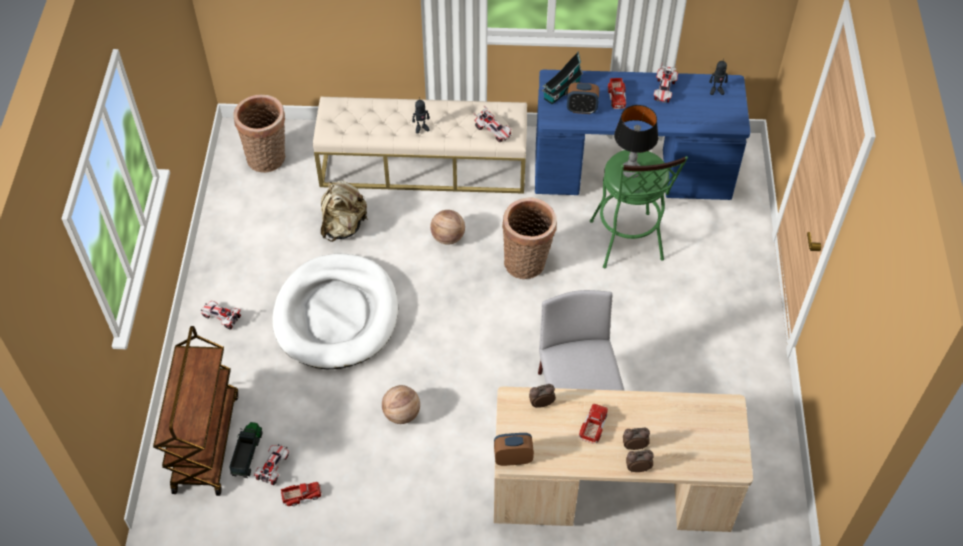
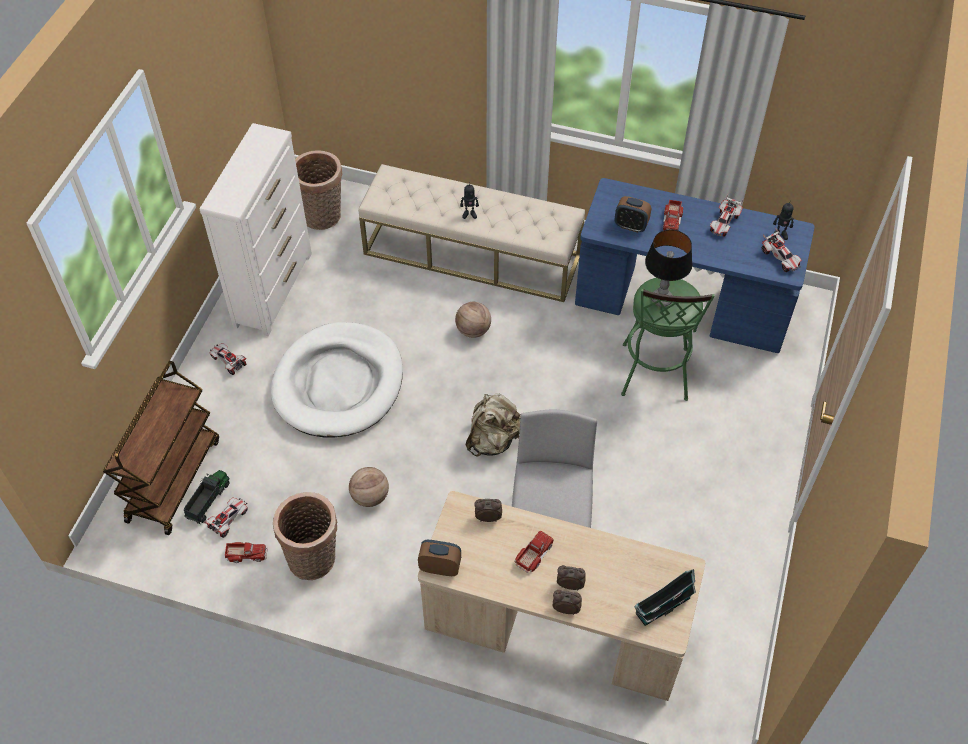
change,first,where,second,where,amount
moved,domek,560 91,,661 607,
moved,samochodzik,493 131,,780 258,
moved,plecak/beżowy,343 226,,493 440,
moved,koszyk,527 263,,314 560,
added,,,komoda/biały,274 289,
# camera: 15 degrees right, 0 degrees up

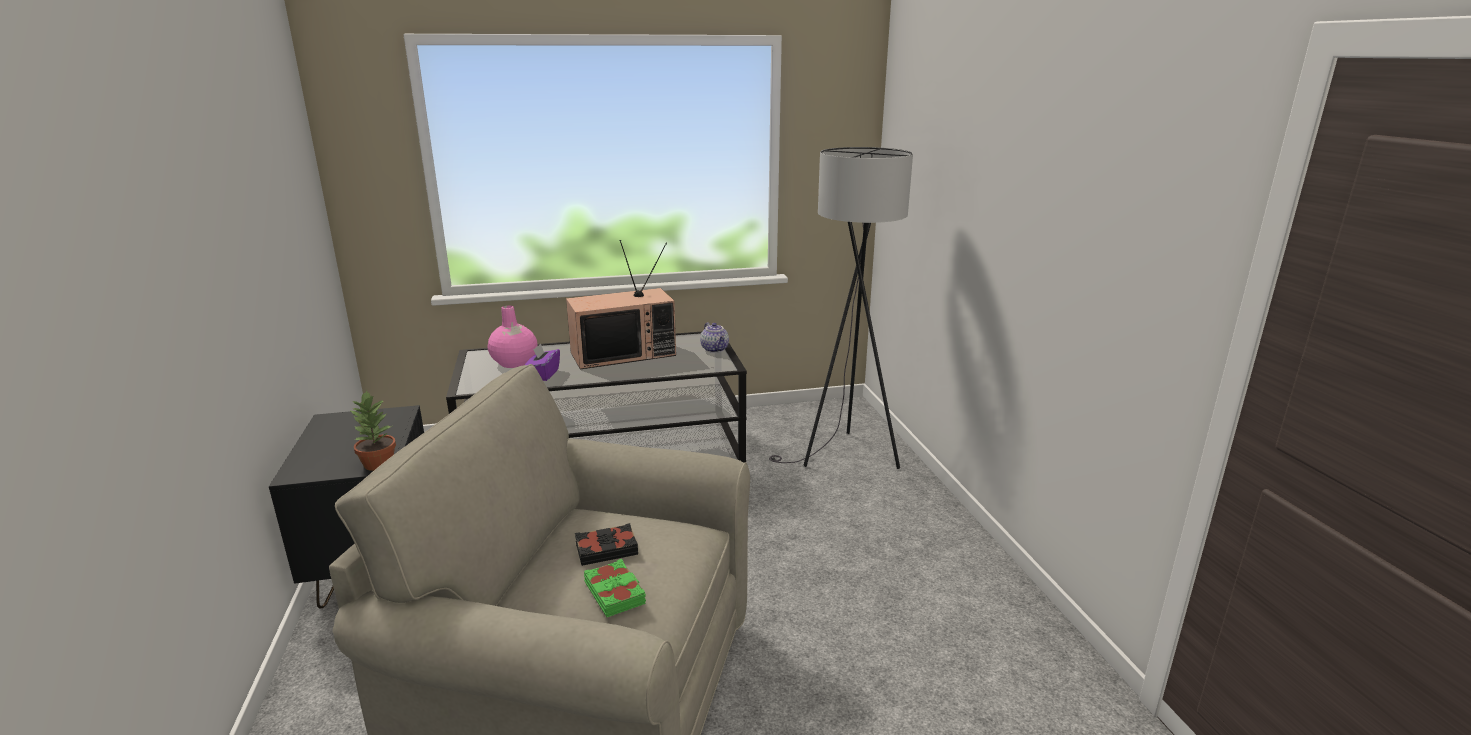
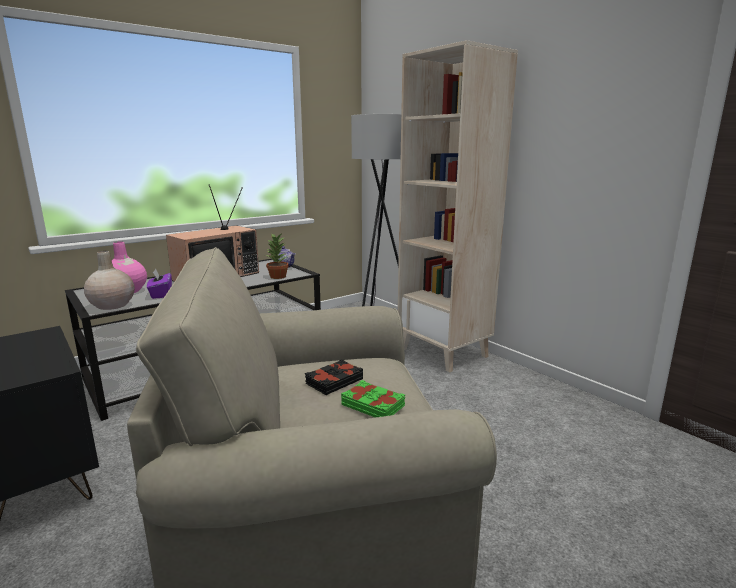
change,first,where,second,where,amount
moved,roślina doniczkowa,378 464,,278 277,
added,,,regał/beżowy,444 352,
added,,,wazon/beżowy,112 305,
# camera: 25 degrees left, 5 degrees down

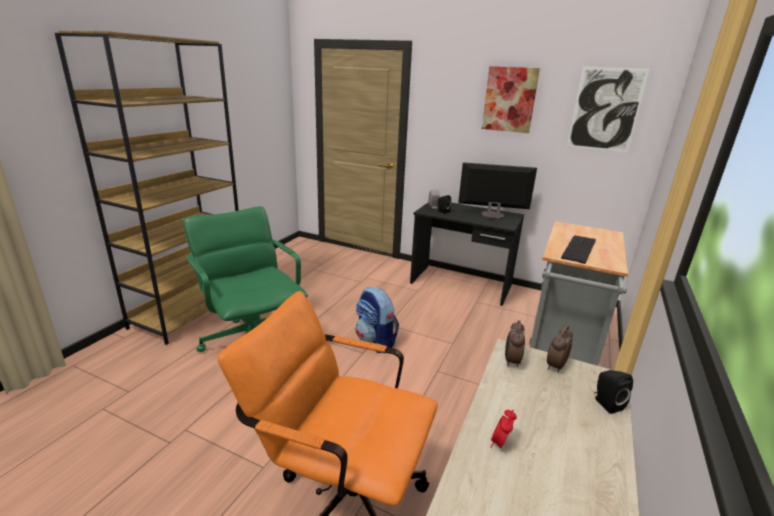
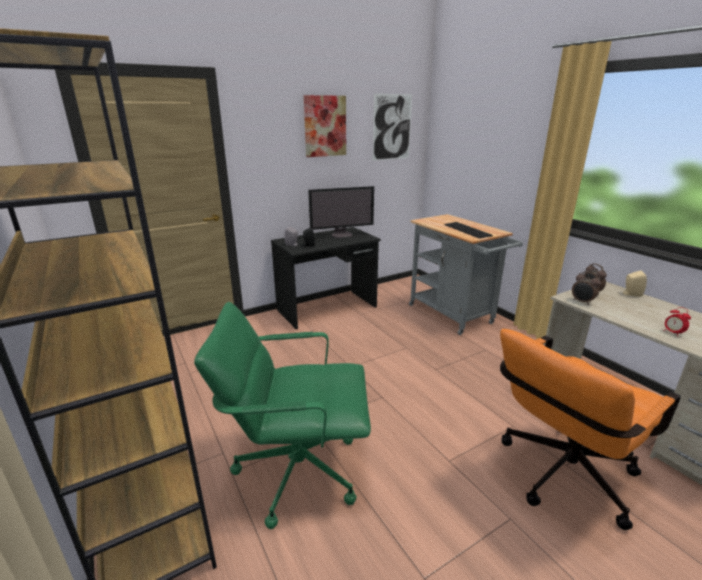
change,first,where,second,where,amount
turned,monitor,492 215,,342 235,150 degrees counterclockwise
removed,plecak,375 342,,,
recoloured,głośnik/czarny,606 403,głośnik/beżowy,630 294,
# camera: 55 degrees left, 0 degrees up

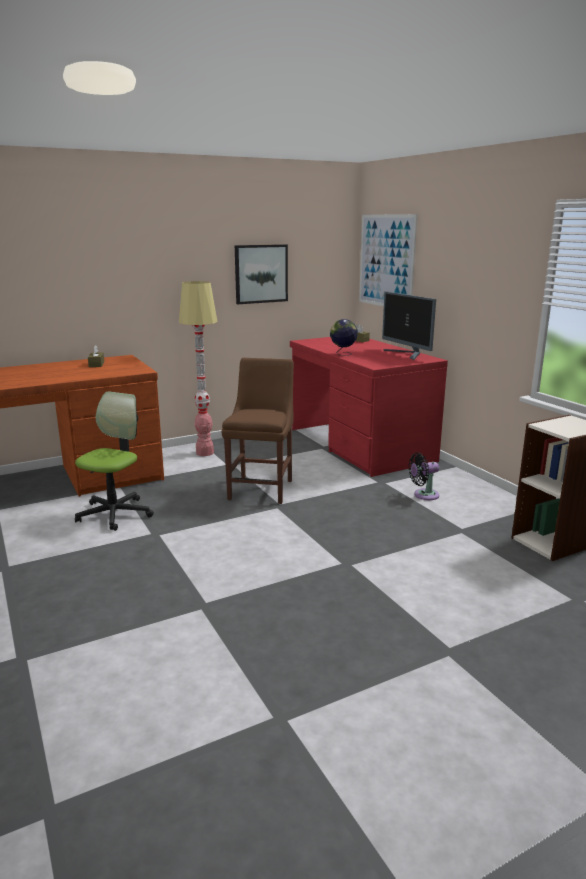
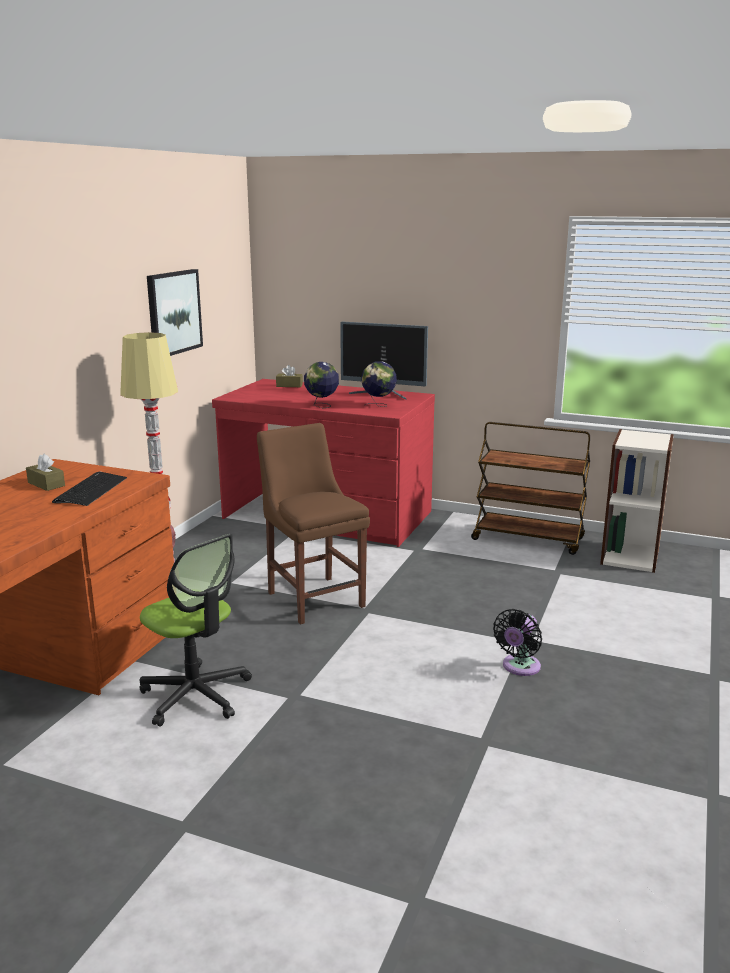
change,first,where,second,where,amount
removed,obraz,386 261,,,
turned,krzesło biurowe,115 514,,196 695,150 degrees clockwise
moved,wentylator/czarny,423 495,,519 667,
added,,,globus,378 405,
added,,,wózek/brązowy,528 539,
added,,,klawiatura,91 490,
# camera: 40 degrees left, 0 degrees up

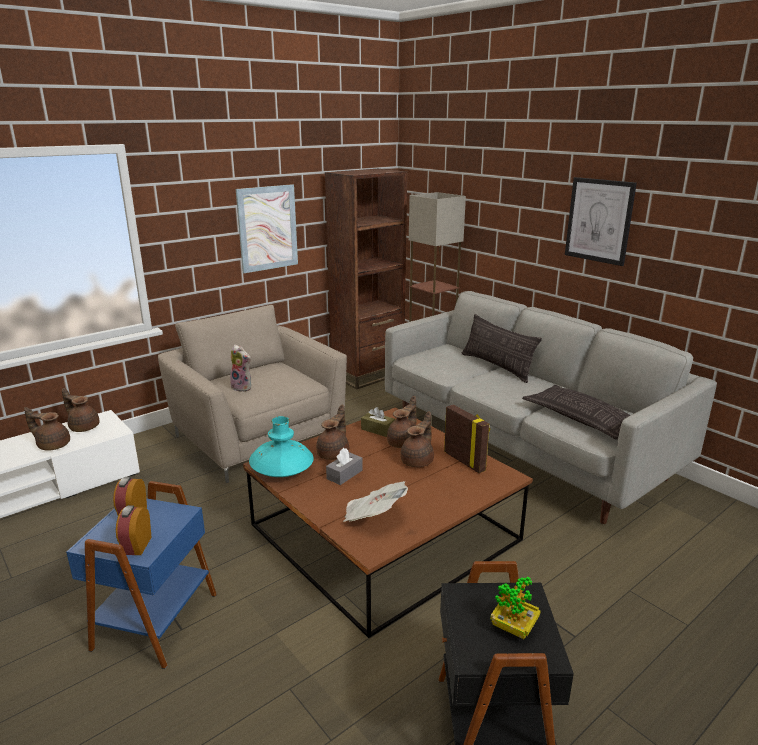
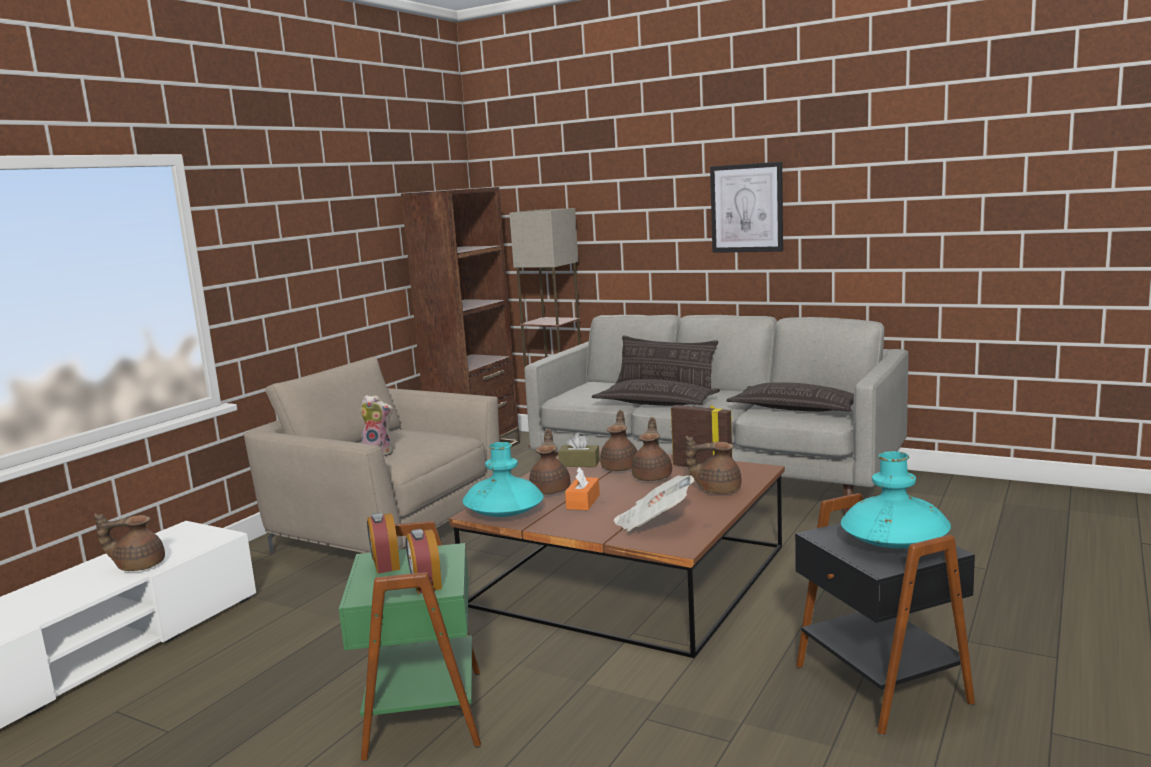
change,first,where,second,where,amount
removed,obraz,267 228,,,
moved,imbryk/brązowy,83 427,,717 489,
recoloured,pudełko chusteczek/szary,344 474,pudełko chusteczek/pomarańczowy,583 502,
recoloured,stolik/niebieski,153 621,stolik/zielony,421 714,
replaced,roślina doniczkowa,514 627,wazon/turkusowy,894 542,
added,,,poduszka,656 403,
# camera: 20 degrees left, 10 degrees down

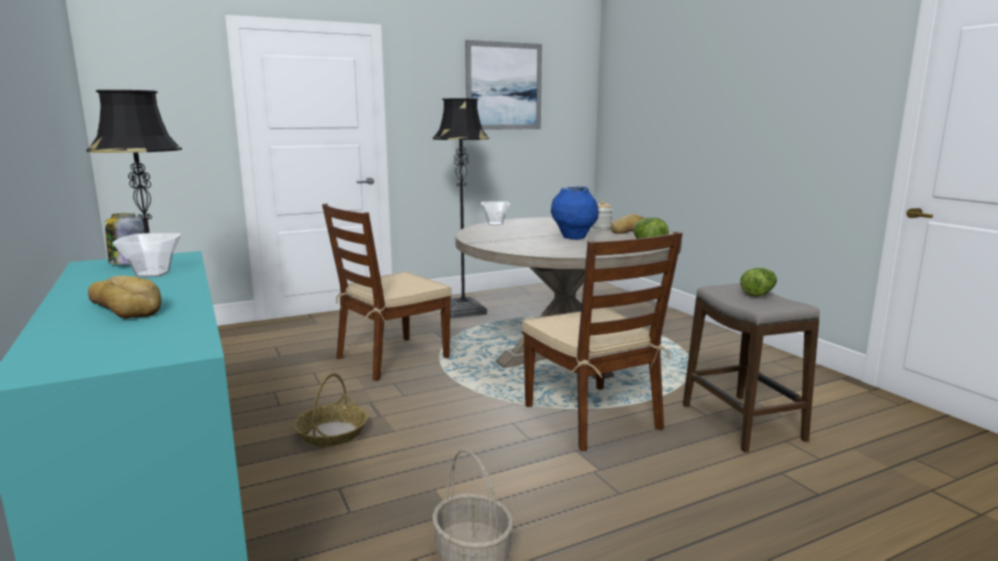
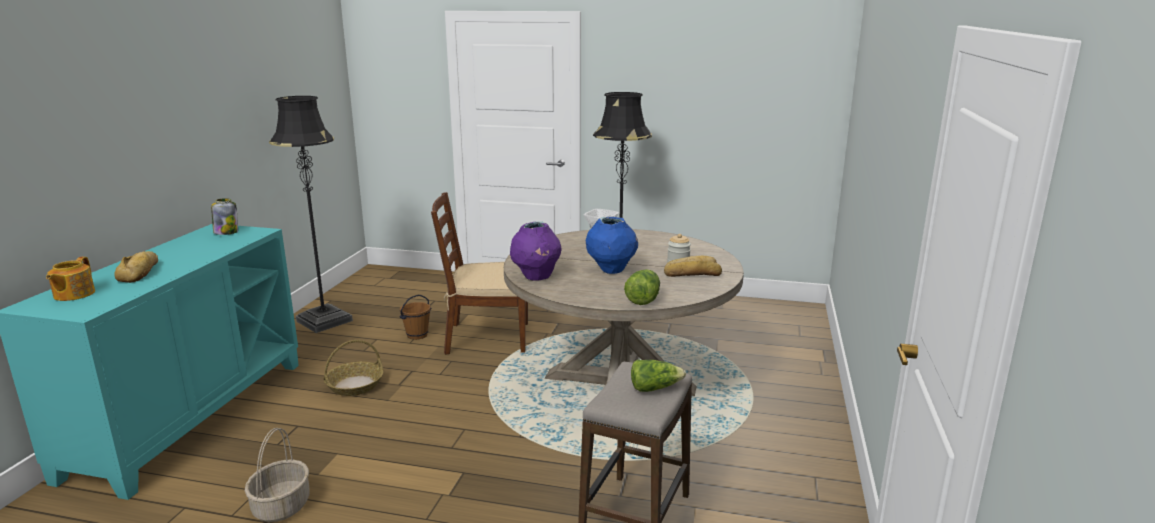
change,first,where,second,where,amount
removed,obraz,504 86,,,
removed,krzesło/brązowy,593 417,,,
removed,miska,153 274,,,
added,,,wazon/fioletowy,536 277,
added,,,imbryk,73 294,
added,,,wiadro/brązowy,417 335,
# camera: 40 degrees right, 5 degrees up

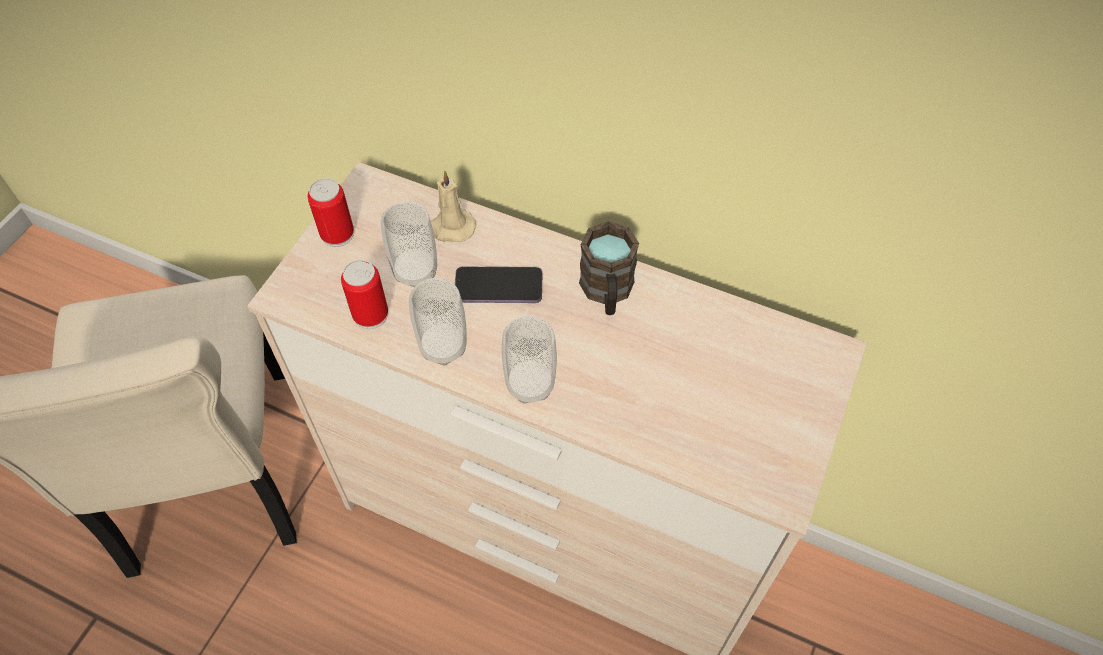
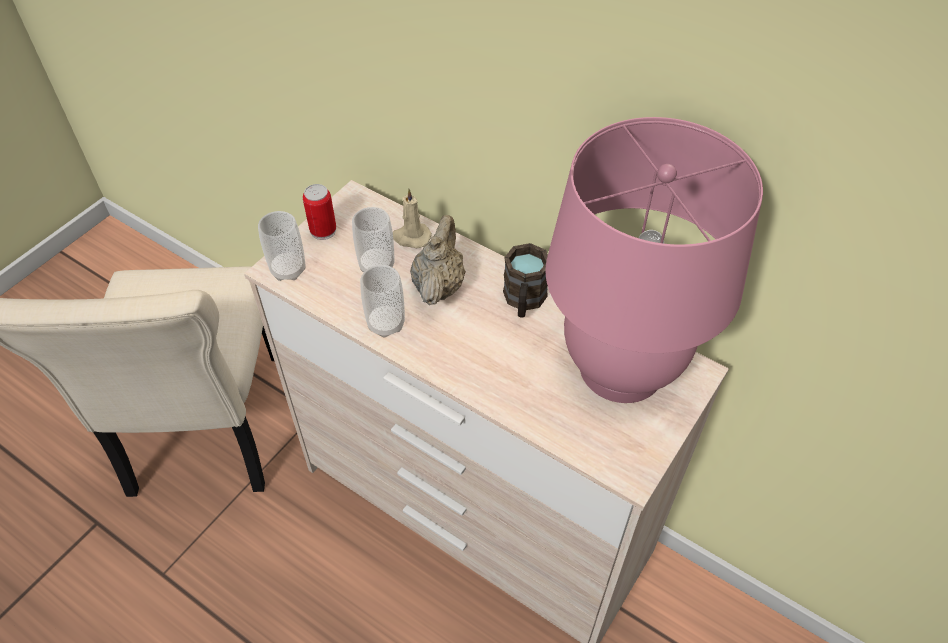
change,first,where,second,where,amount
removed,puszka,370 315,,,
replaced,telefon,498 287,imbryk/beżowy,439 285,
moved,filiżanka,530 384,,288 269,
added,,,lampa stołowa/różowy,621 367,
# camera: 10 degrees right, 5 degrees down

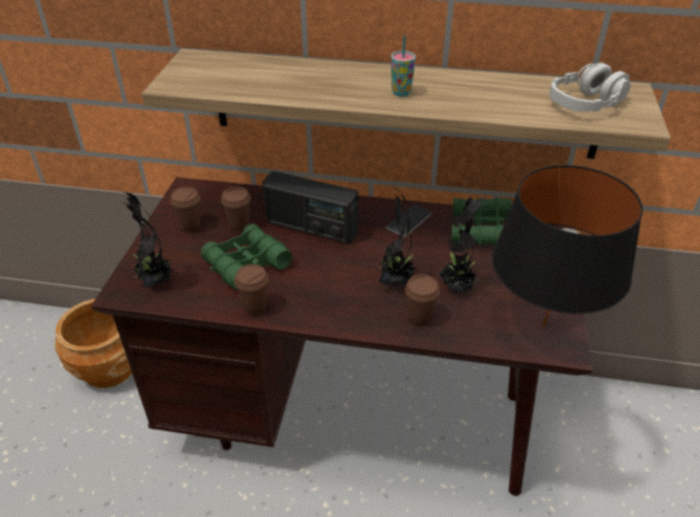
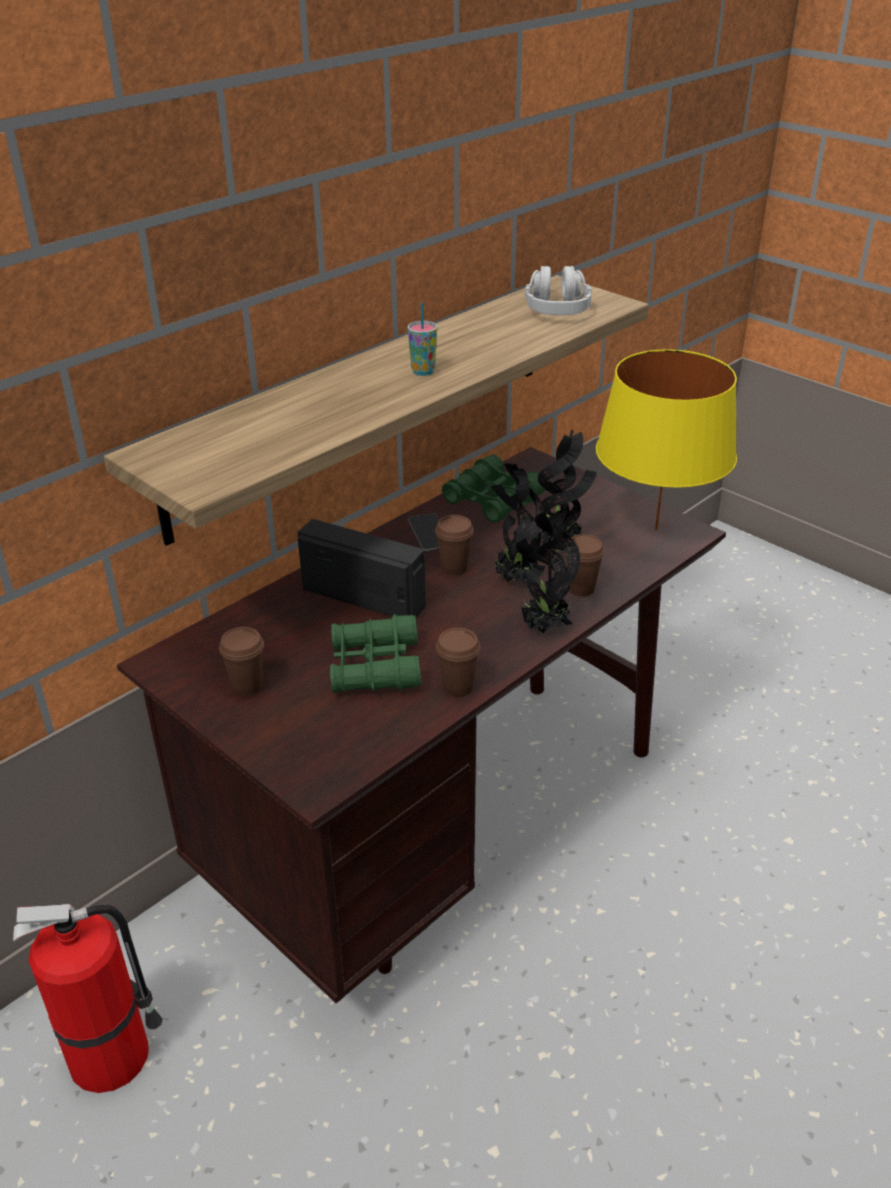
change,first,where,second,where,amount
recoloured,lampa stołowa/czarny,543 326,lampa stołowa/żółty,655 529,
turned,radio,311 227,,364 597,120 degrees counterclockwise
moved,filiżanka/brązowy,239 226,,454 568,
moved,roślina doniczkowa,154 281,,543 628,
replaced,donica/brązowy,110 367,gaśnica,113 1054,
# camera: 55 degrees left, 5 degrees down

